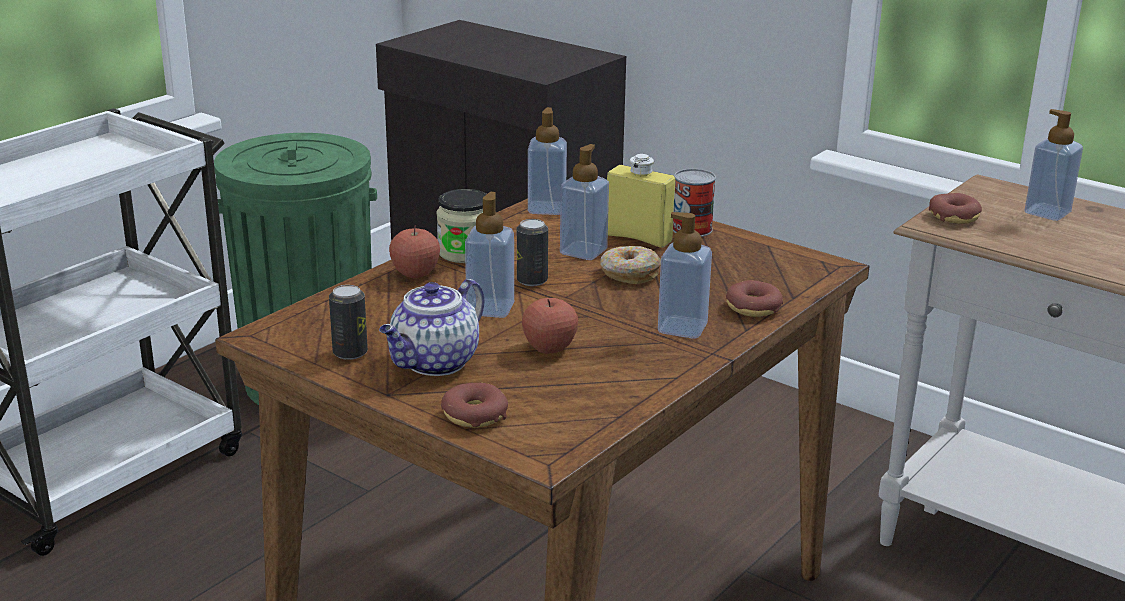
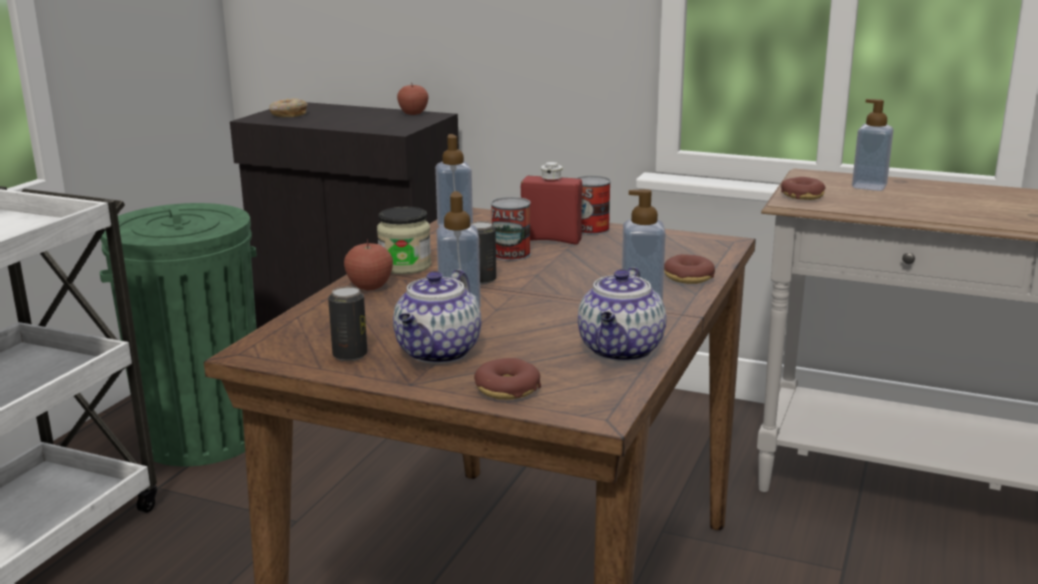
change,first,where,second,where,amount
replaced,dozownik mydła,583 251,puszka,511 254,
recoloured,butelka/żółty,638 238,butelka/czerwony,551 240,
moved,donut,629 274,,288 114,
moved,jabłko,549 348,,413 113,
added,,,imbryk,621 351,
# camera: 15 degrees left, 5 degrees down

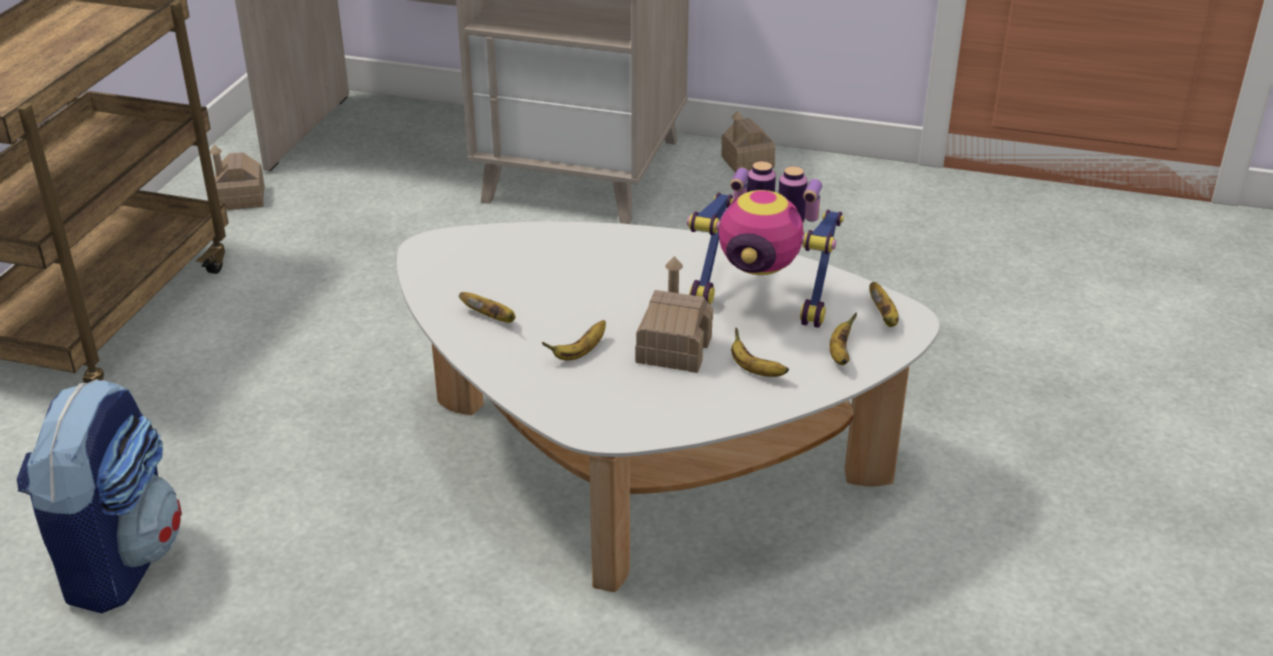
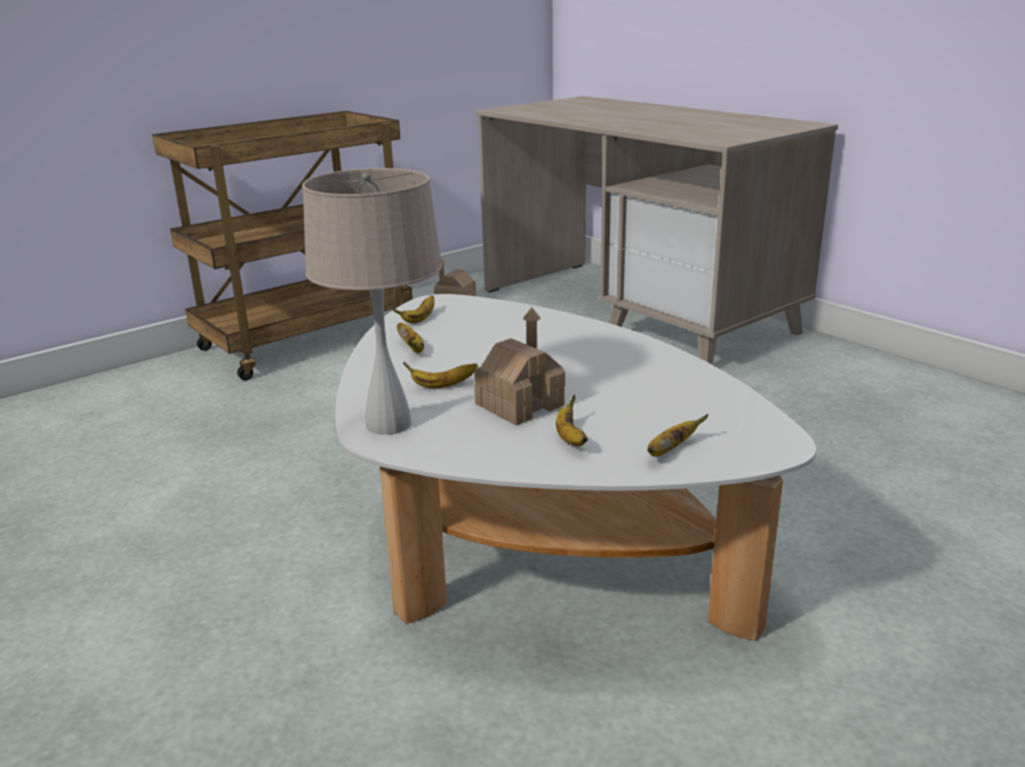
change,first,where,second,where,amount
removed,domek,747 162,,,
removed,robot zabawkowy,761 304,,,
moved,banan,884 317,,419 319,
removed,plecak,118 560,,,
added,,,lampa stołowa/beżowy,389 424,
# camera: 35 degrees right, 10 degrees down

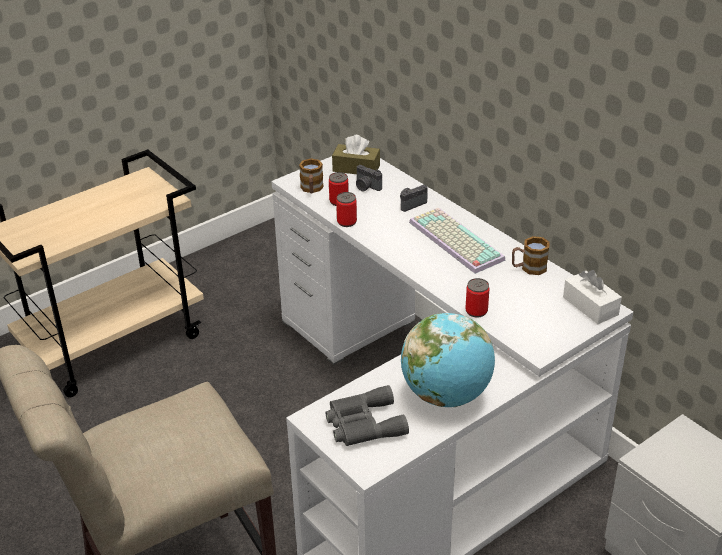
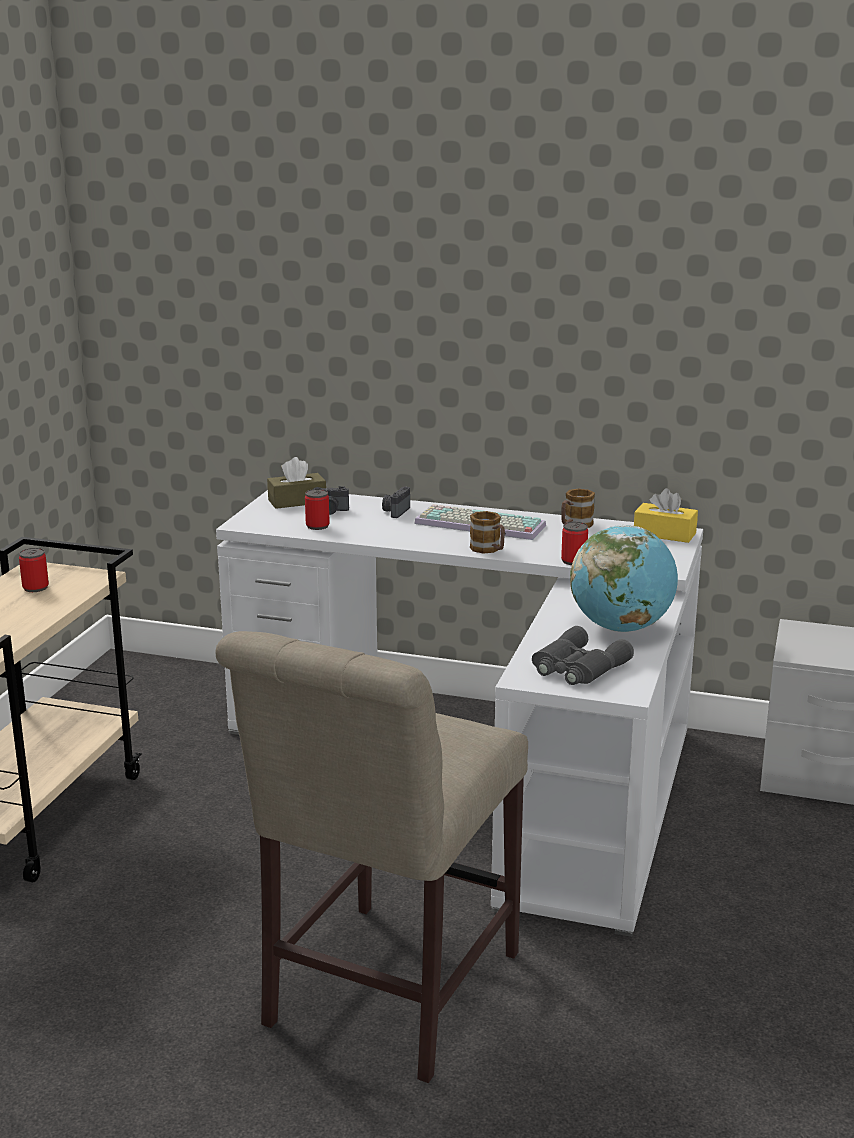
change,first,where,second,where,amount
moved,kubek,311 189,,489 550,
moved,puszka,346 222,,35 588,
recoloured,pudełko chusteczek/biały,590 306,pudełko chusteczek/żółty,664 534,
# camera: 35 degrees left, 15 degrees down

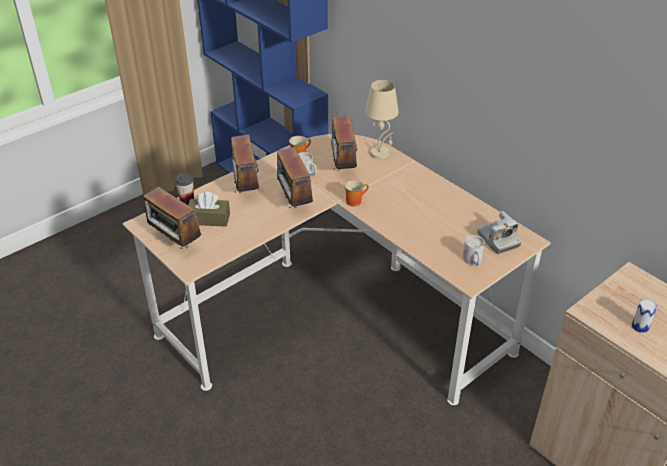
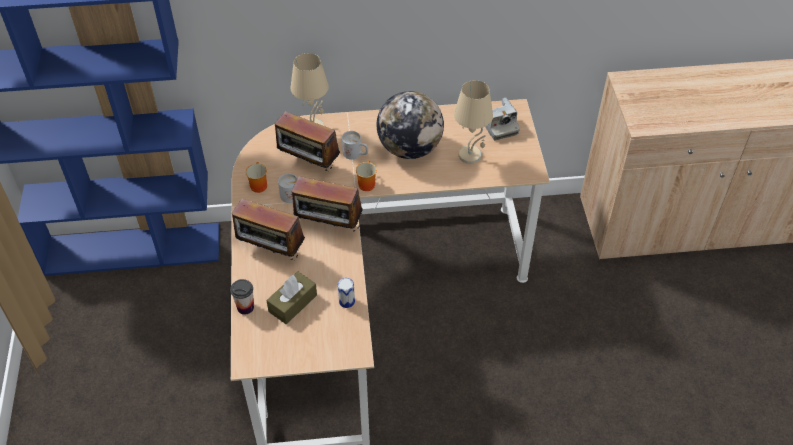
change,first,where,second,where,amount
removed,radio,175 243,,,
turned,aparat fotograficzny,498 240,,498 126,60 degrees clockwise
moved,kubek/biały,473 261,,356 154,
moved,puszka,640 326,,347 301,
added,,,lampa stołowa/beżowy,470 155,
added,,,globus,409 148,
# camera: 55 degrees left, 10 degrees up

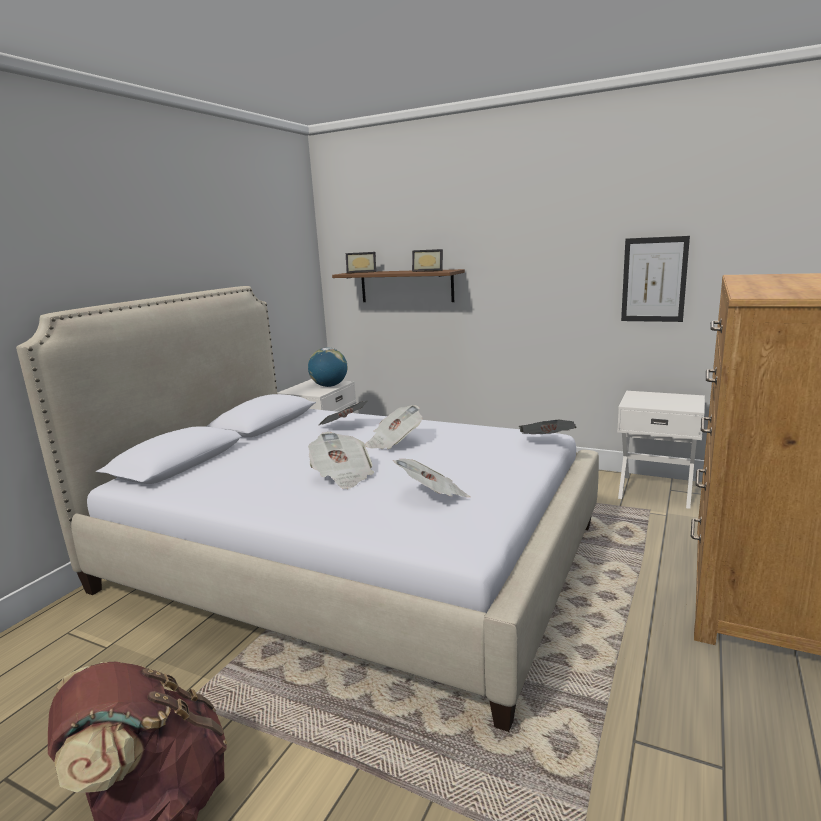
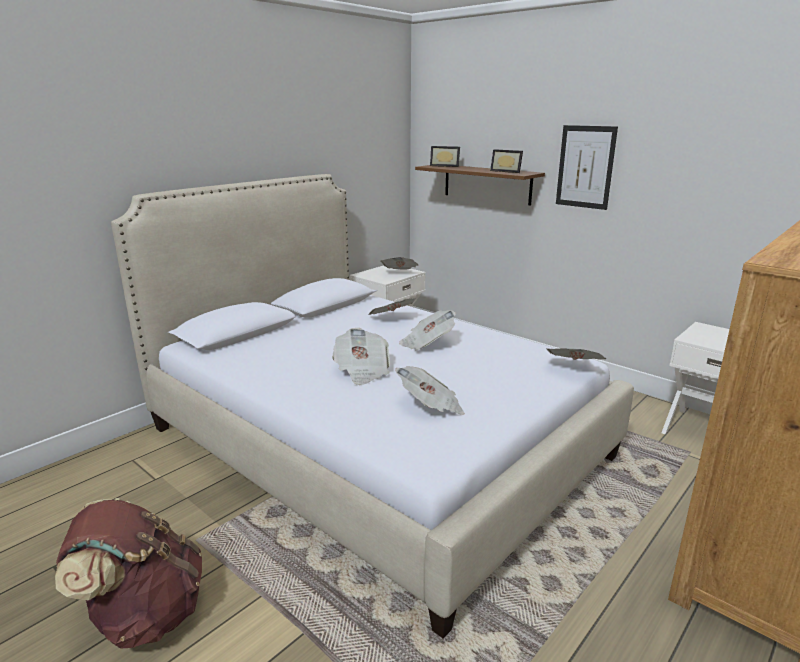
change,first,where,second,where,amount
moved,obraz,654 280,,585 167,
replaced,globus,329 386,gazeta,399 274,
# camera: 15 degrees right, 5 degrees up

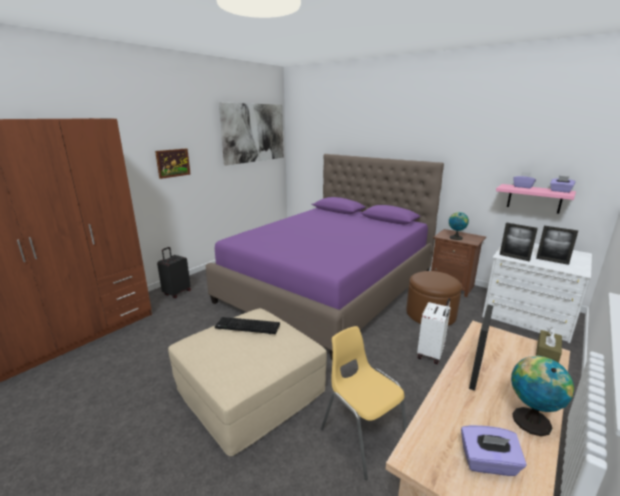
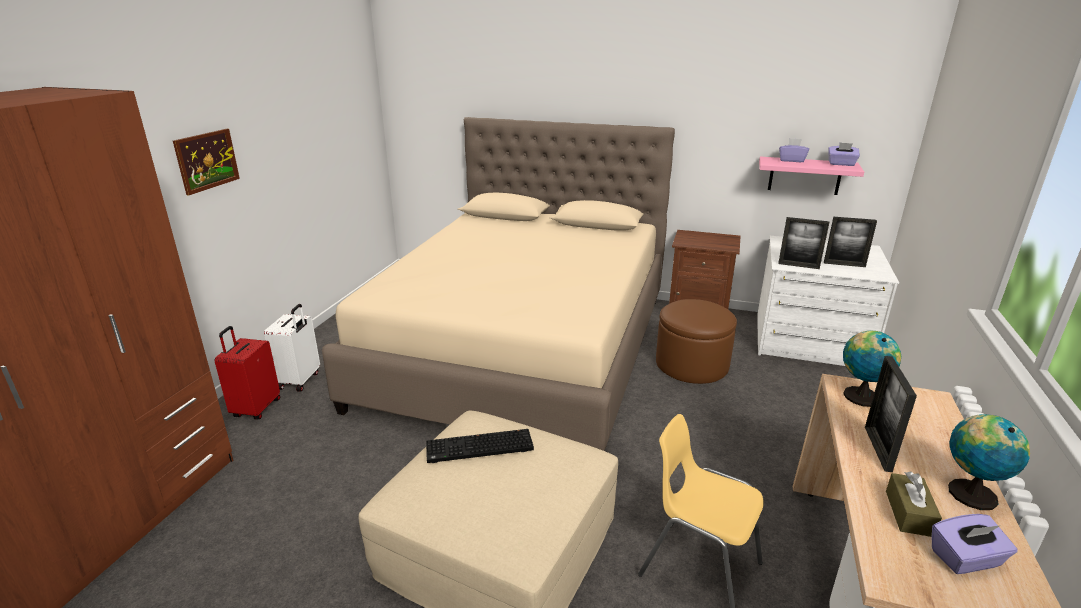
change,first,where,second,where,amount
removed,obraz,253 133,,,
recoloured,łóżko/fioletowy,329 287,łóżko/beżowy,522 348,
moved,globus,455 237,,859 395,
recoloured,walizka/czarny,176 293,walizka/czerwony,255 408,
moved,walizka/biały,431 354,,300 380,
moved,pudełko chusteczek/brązowy,547 353,,909 513,
# camera: 20 degrees left, 5 degrees up

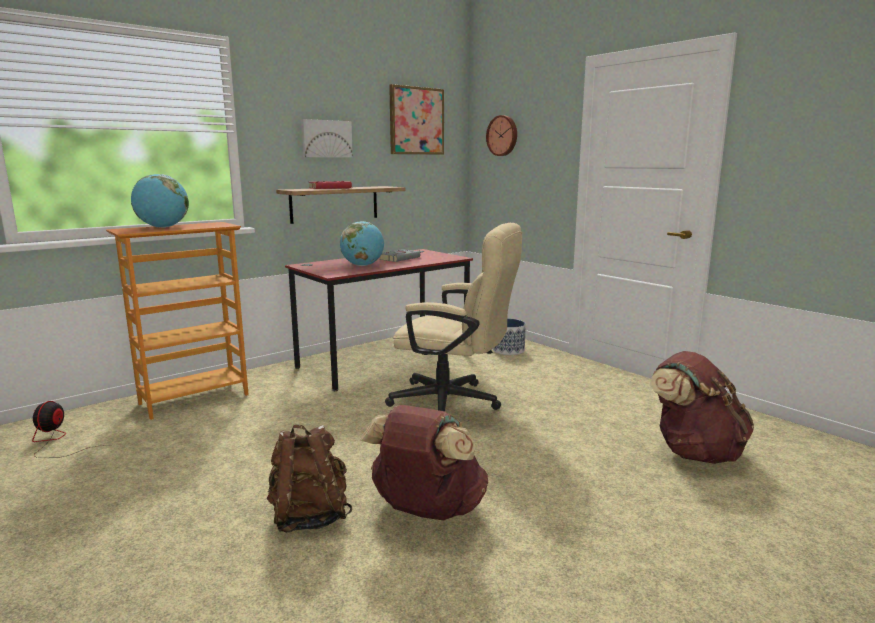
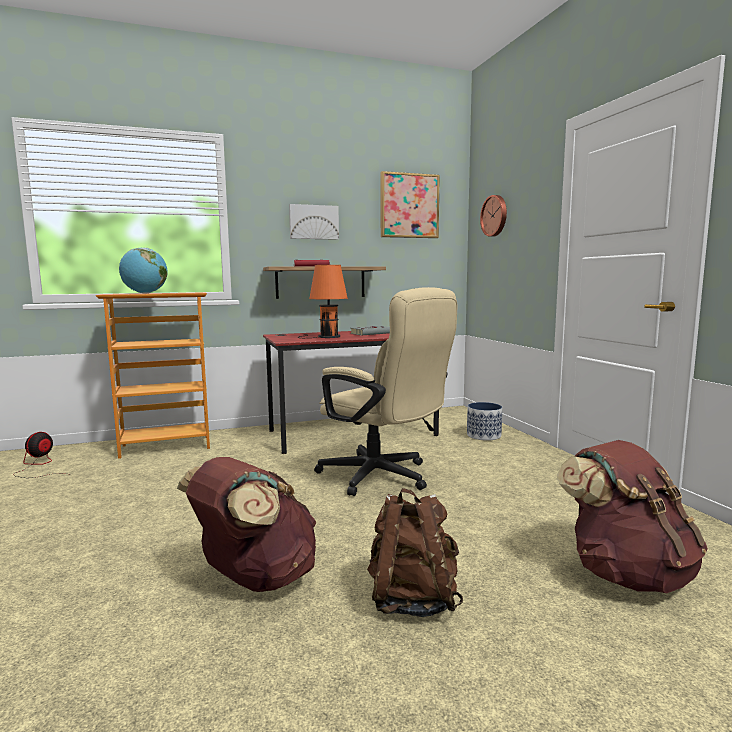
change,first,where,second,where,amount
replaced,globus,363 265,lampa stołowa/pomarańczowy,326 337,
moved,plecak/brązowy,309 517,,412 600,
# camera: 20 degrees right, 5 degrees down

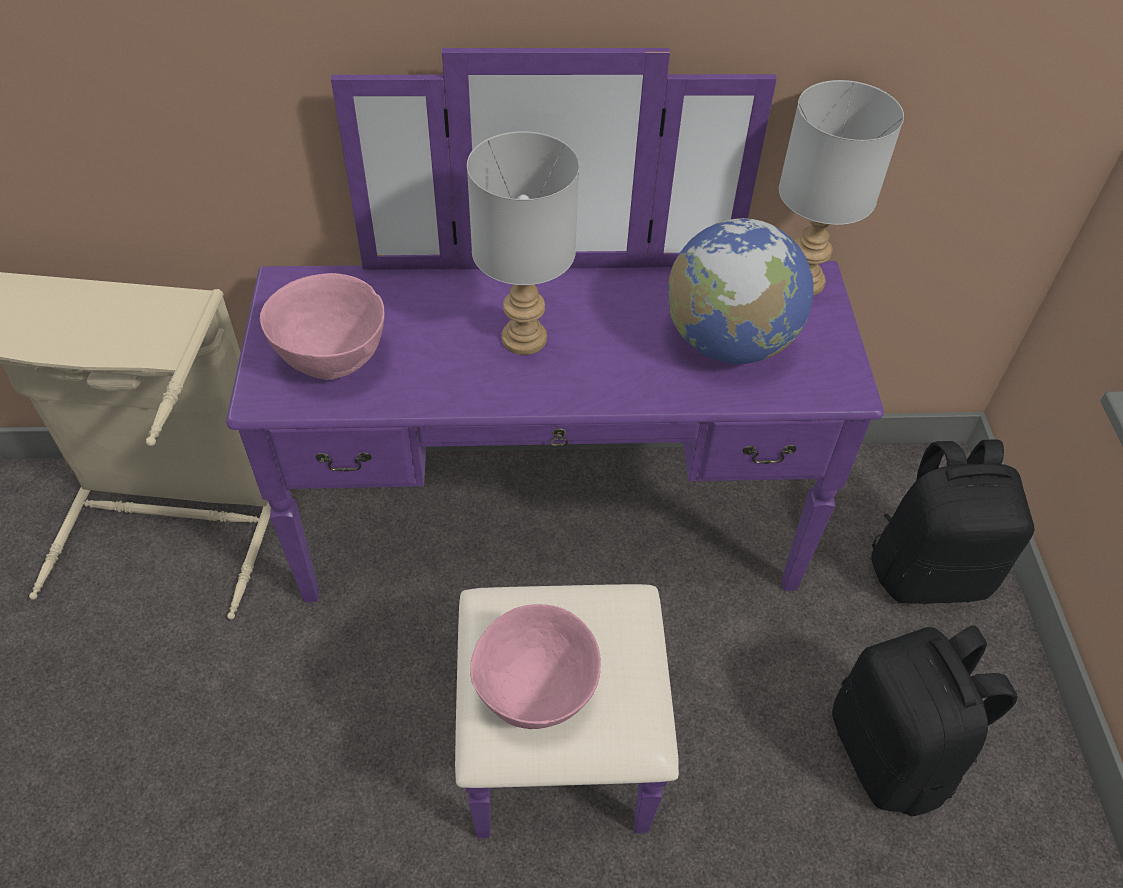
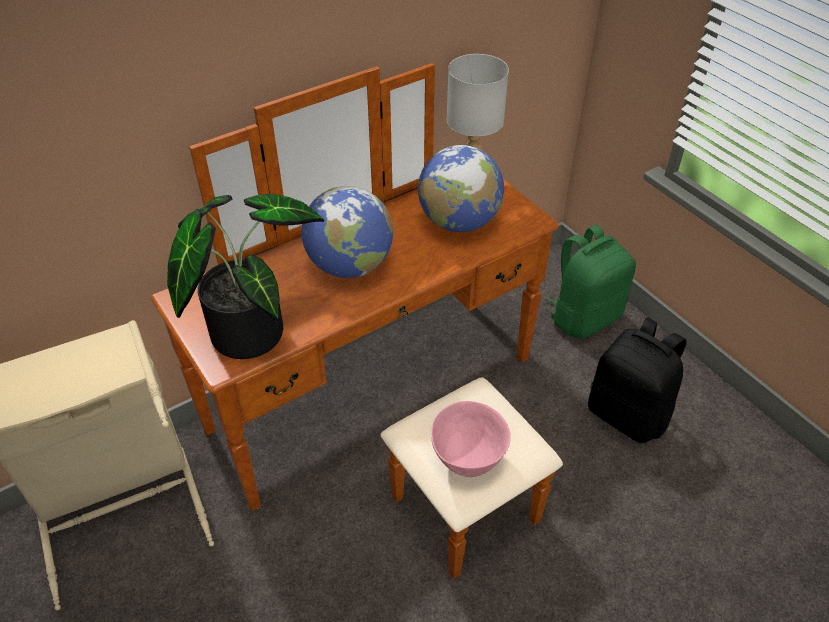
change,first,where,second,where,amount
recoloured,komoda/fioletowy,554 574,komoda/brązowy,393 417,
replaced,lampa stołowa/szary,526 338,globus,350 266,
replaced,miska/różowy,334 361,roślina doniczkowa,248 326,
recoloured,plecak/czarny,928 570,plecak/zielony,584 316,
# camera: 30 degrees left, 5 degrees down

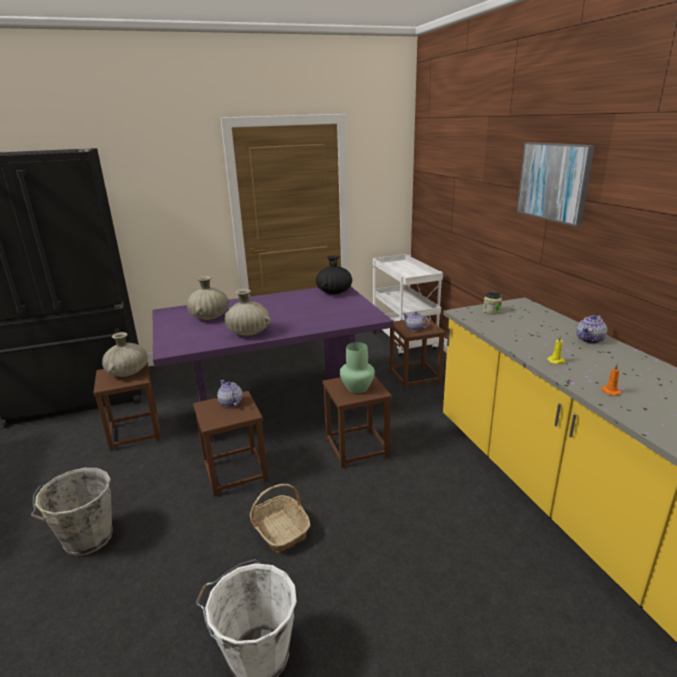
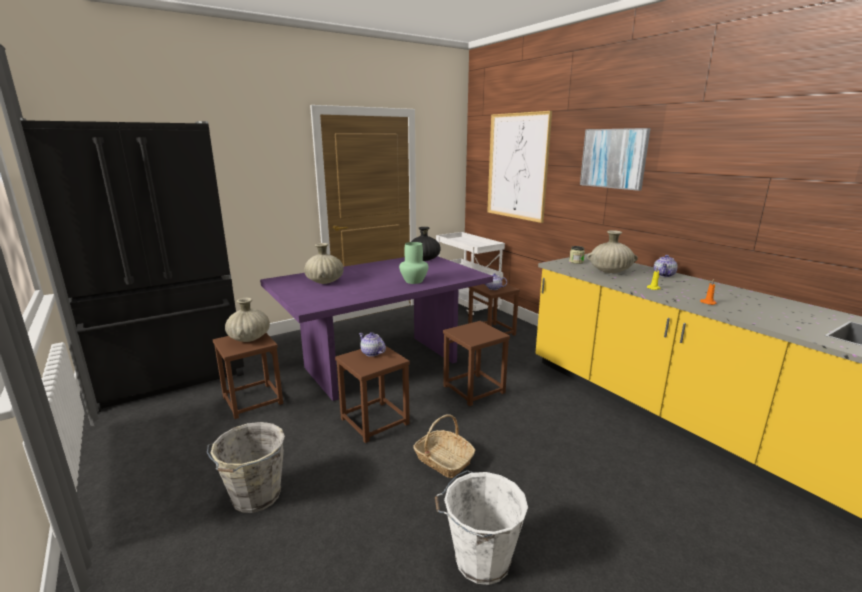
change,first,where,second,where,amount
moved,wazon/beżowy,249 333,,610 271,
moved,wazon/zielony,357 388,,414 281,
added,,,obraz,517 166,
# camera: 15 degrees left, 5 degrees down

